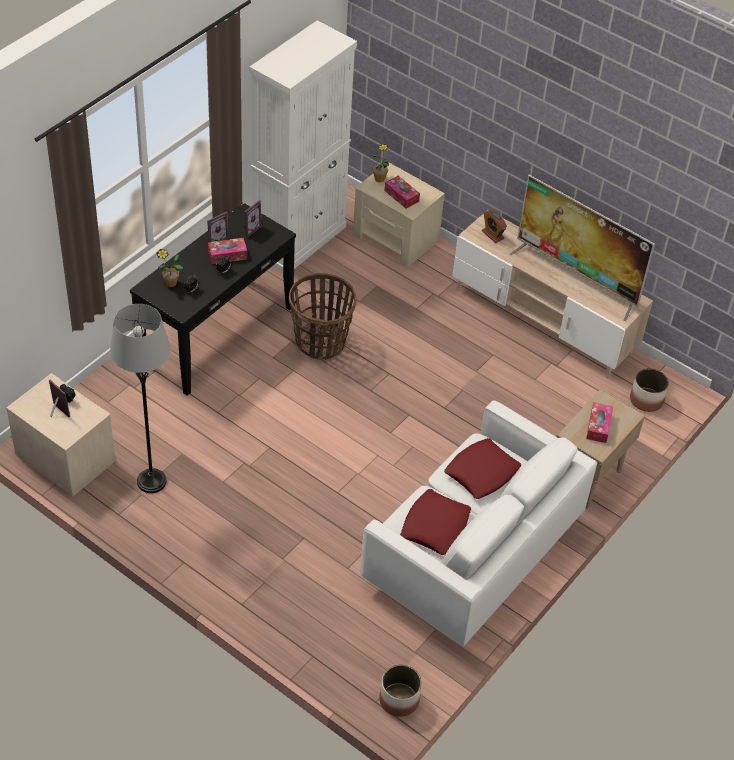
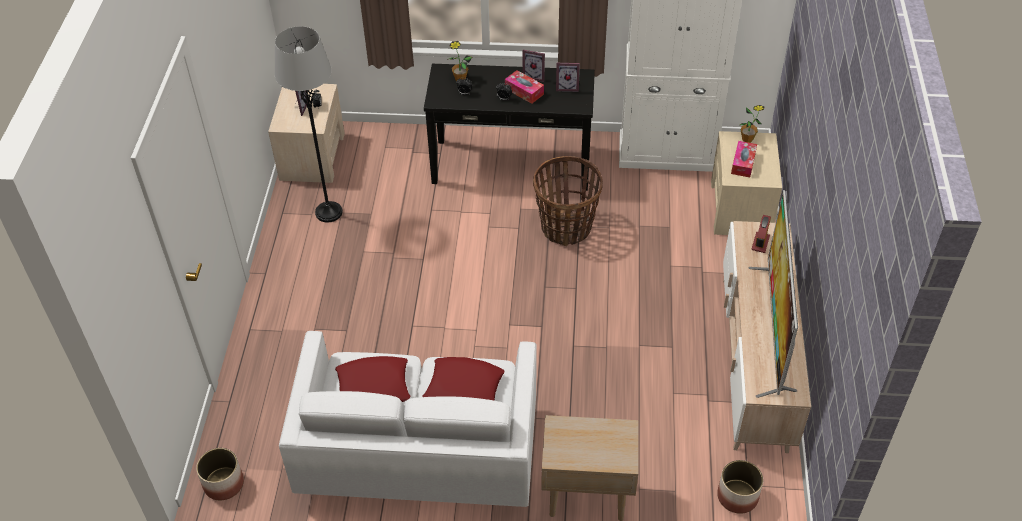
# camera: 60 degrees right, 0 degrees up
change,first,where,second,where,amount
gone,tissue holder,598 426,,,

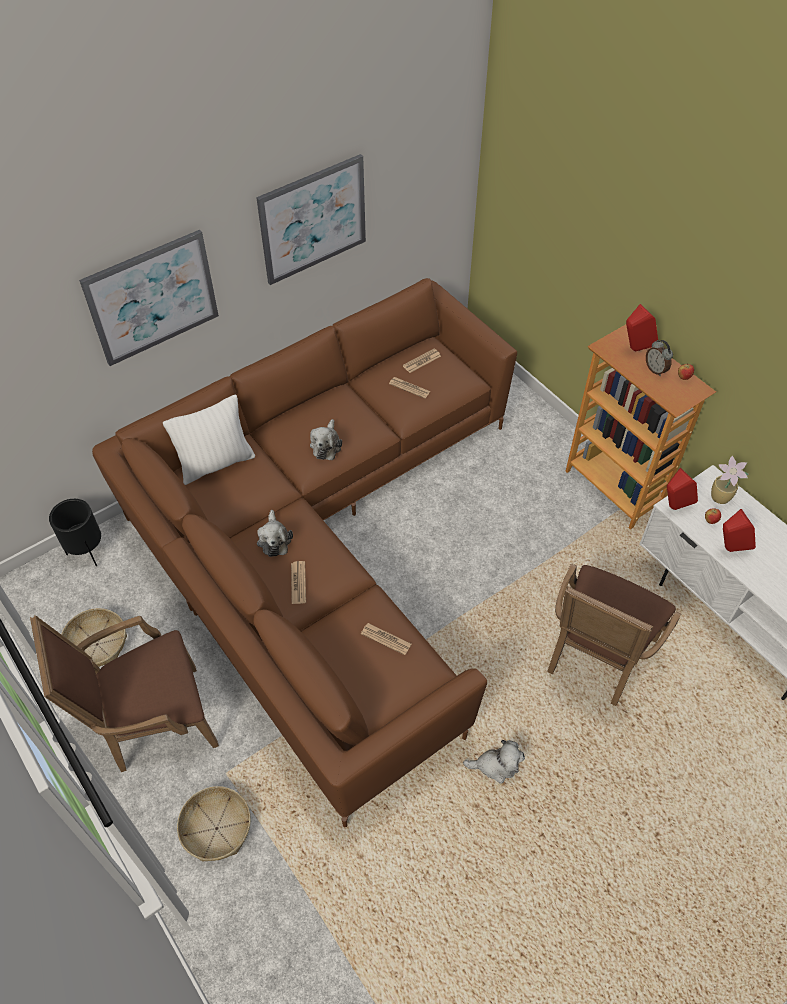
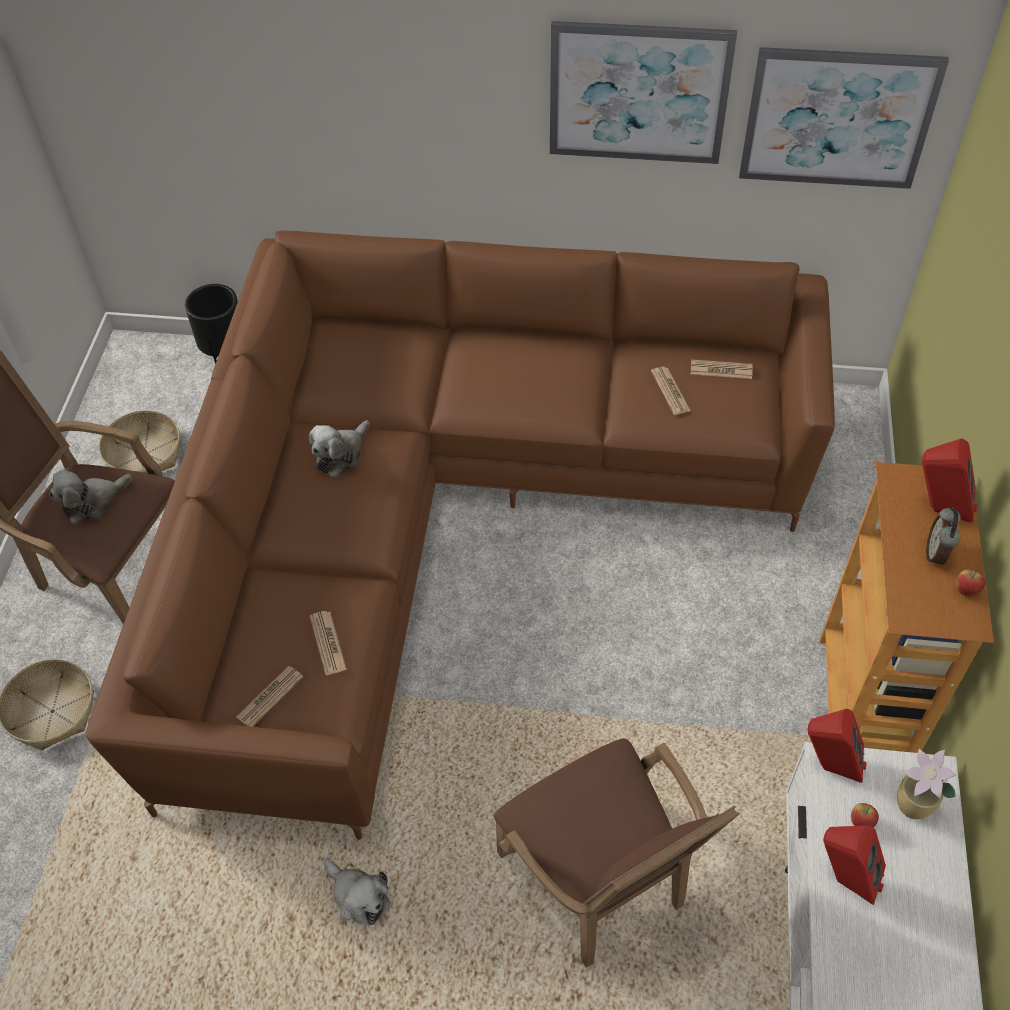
# camera: 45 degrees right, 0 degrees up
change,first,where,second,where,amount
shifted,cuddly toy,326 445,,92 502,
shifted,newspaper,298 583,,270 697,
rotated,lounge chair (brown),595 659,,601 886,105 degrees counterclockwise
shifted,wall picture,152 298,,837 118,
gone,pillow (whitish),216 463,,,

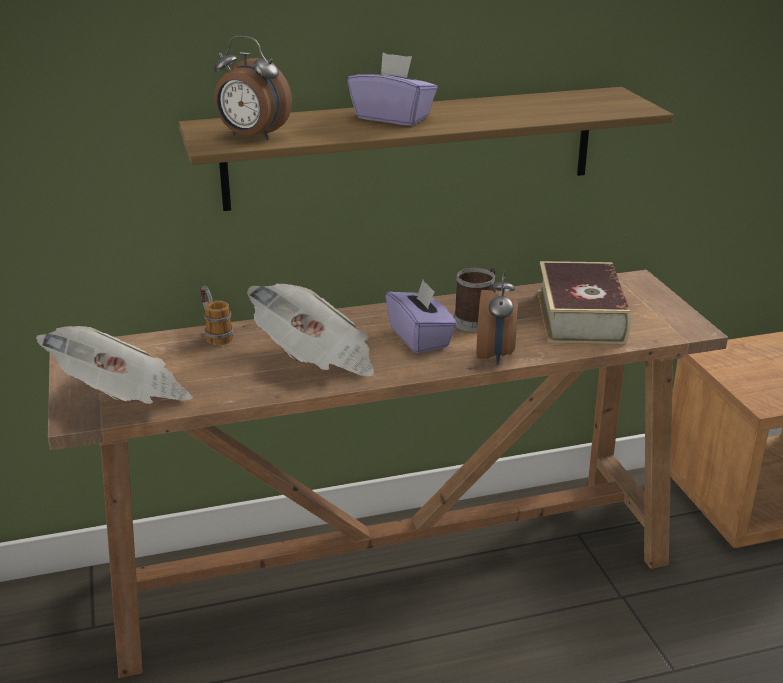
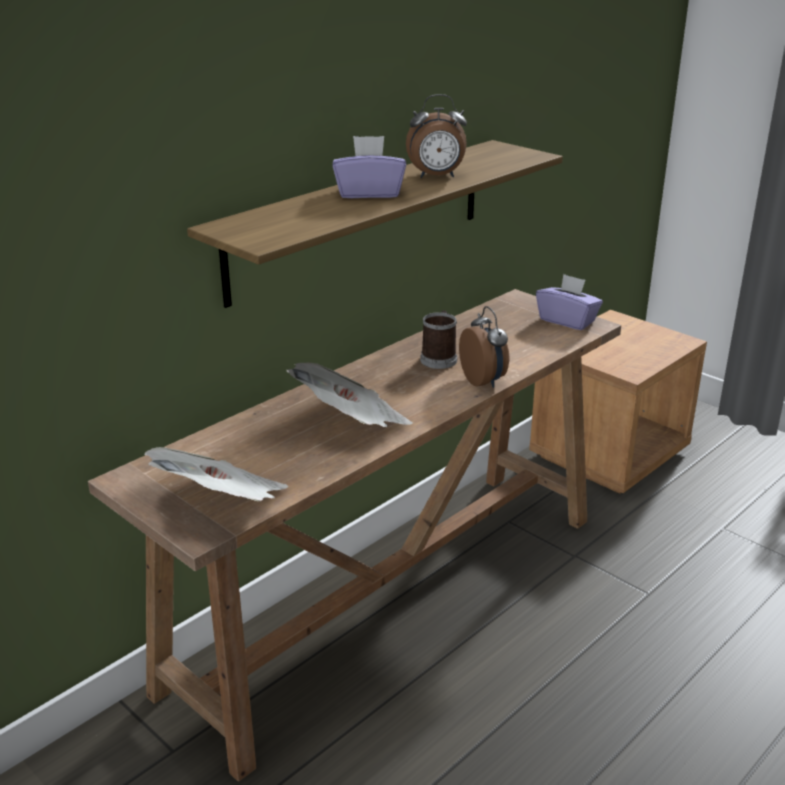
# camera: 30 degrees left, 0 degrees up
change,first,where,second,where,amount
shifted,table clock,252 137,,436 177,
shifted,tissue holder (purple),420 338,,567 320,
gone,coffee mug,215 334,,,
gone,book,580 316,,,

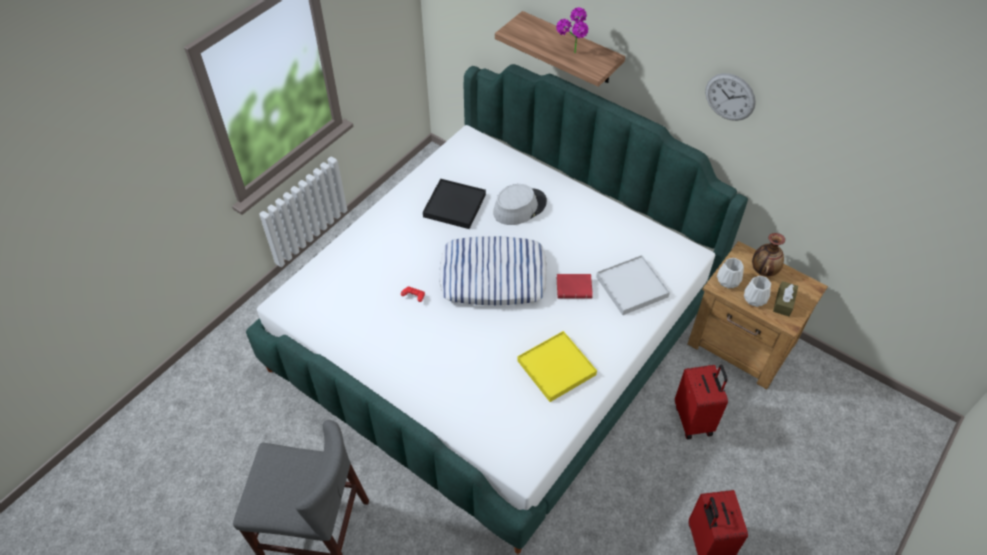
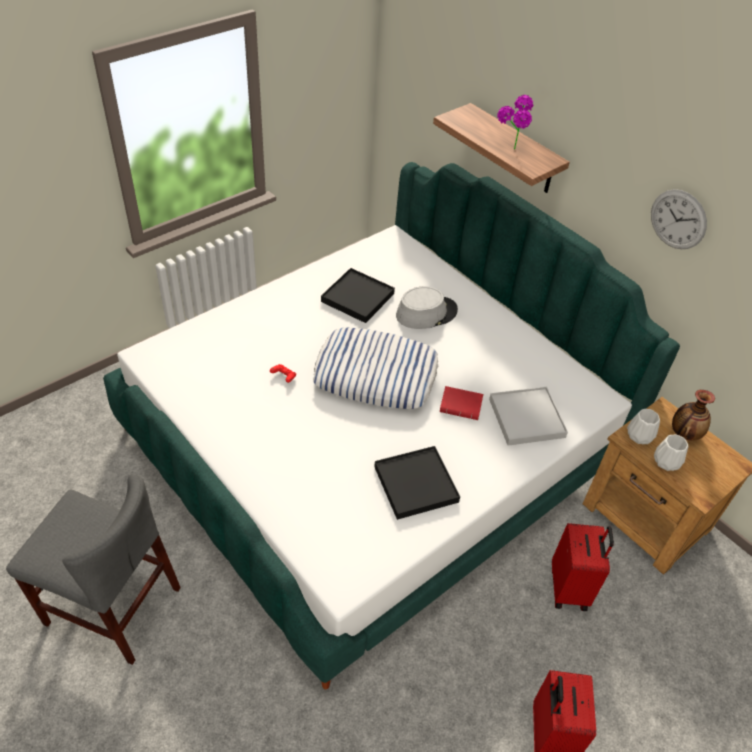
# camera: 10 degrees right, 5 degrees down
change,first,where,second,where,amount
repainted,serving tray (yellowish),556 367,serving tray (black),416 484,
gone,tissue holder (brown),783 302,,,

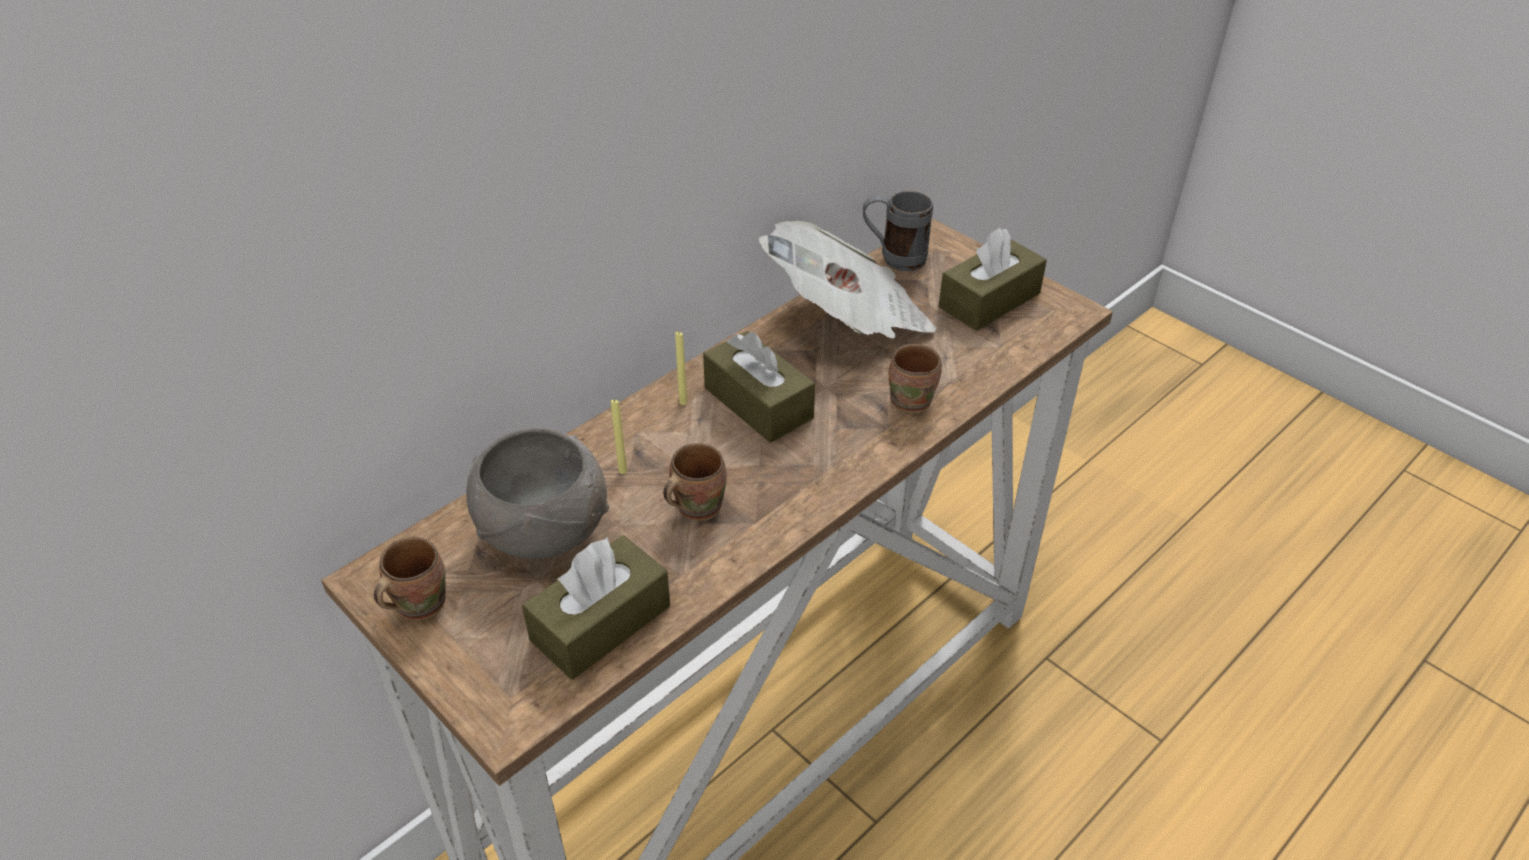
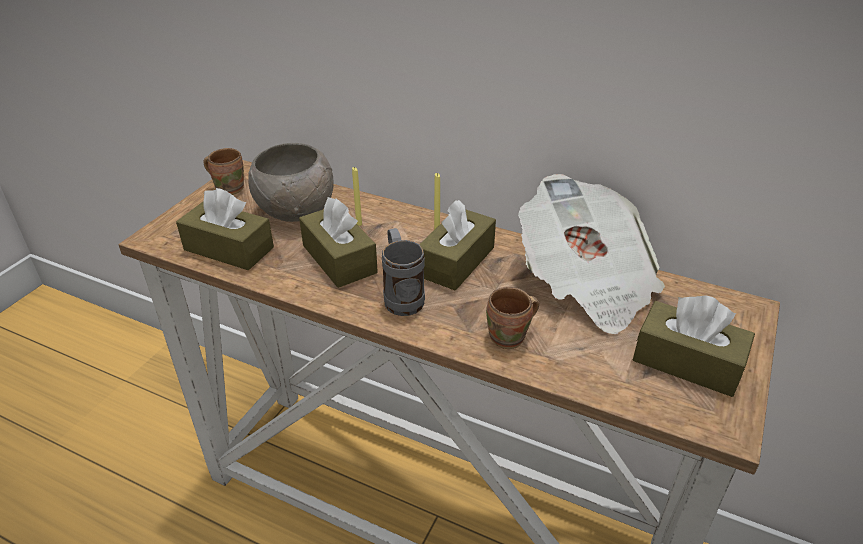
# camera: 70 degrees right, 5 degrees down
change,first,where,second,where,amount
swapped,coffee mug (brown),695 506,tissue holder (brown),339 259,
shifted,coffee mug (grey),893 258,,401 296,

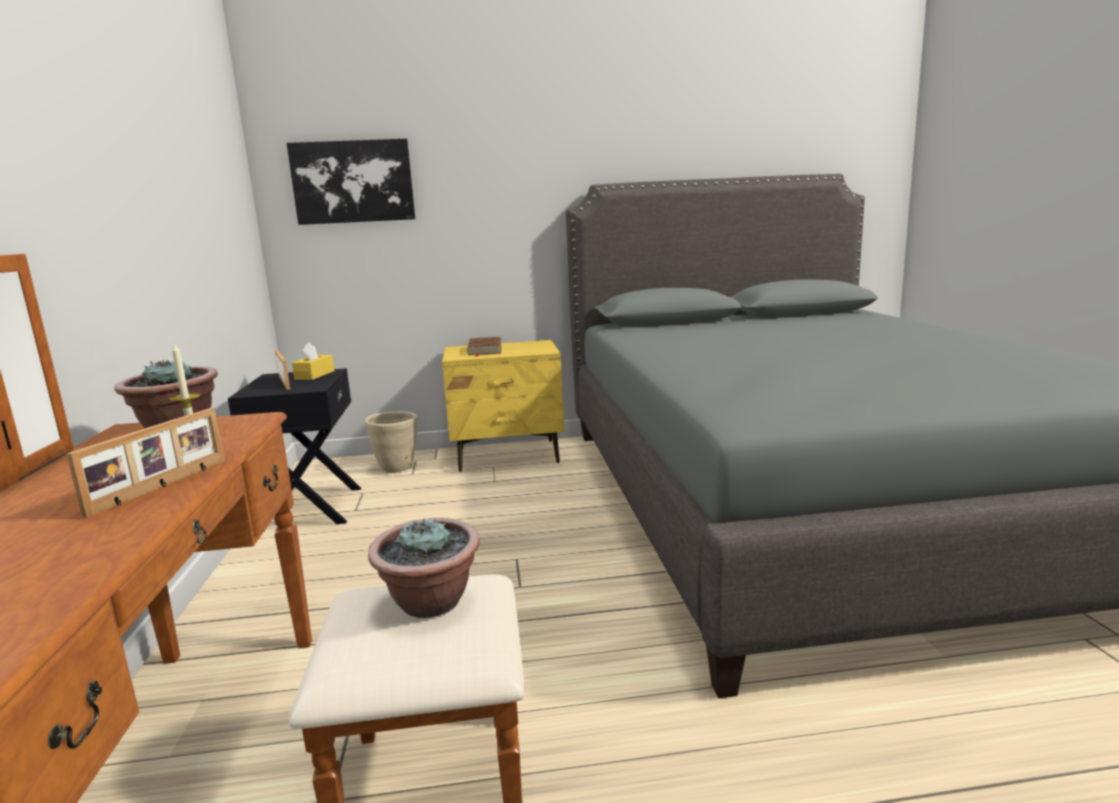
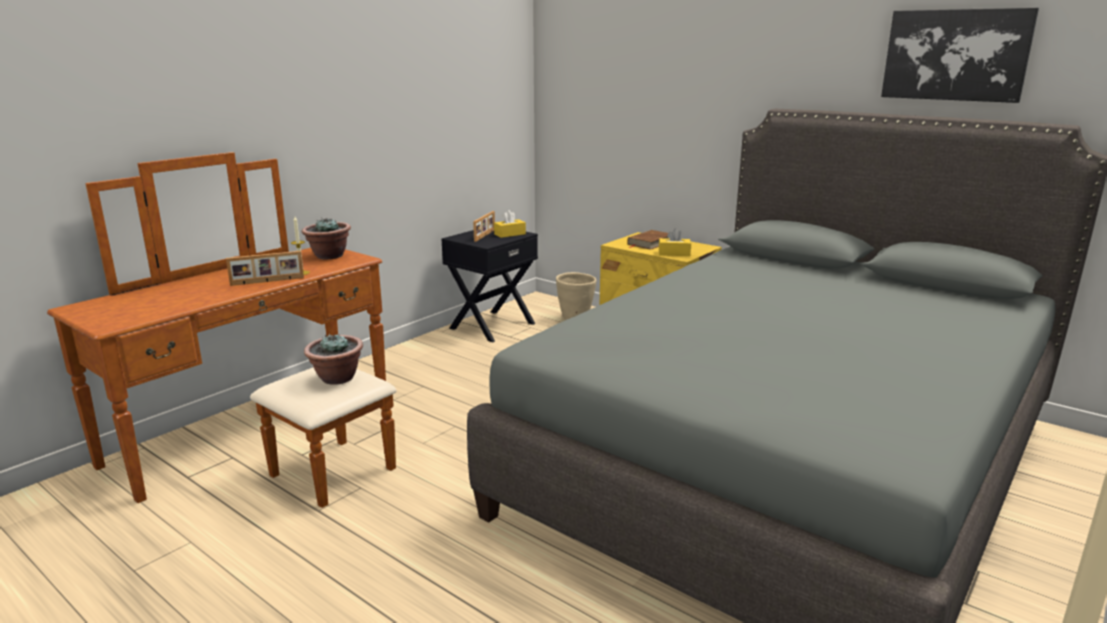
# camera: 45 degrees right, 5 degrees up
change,first,where,second,where,amount
new,,,tissue holder (yellowish),674 253,
shifted,wall picture,353 182,,955 55,

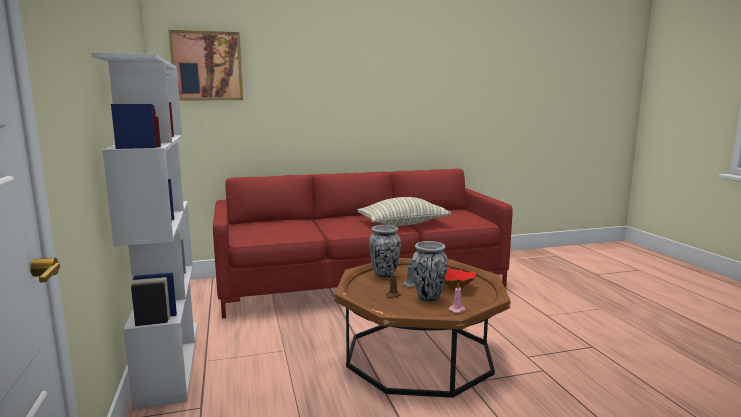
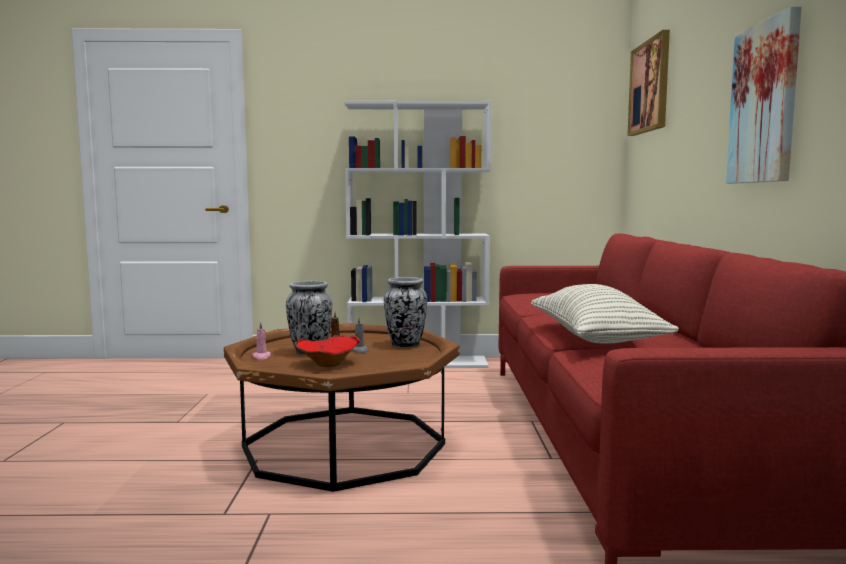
# camera: 105 degrees right, 5 degrees down
change,first,where,second,where,amount
new,,,wall picture,764 103,

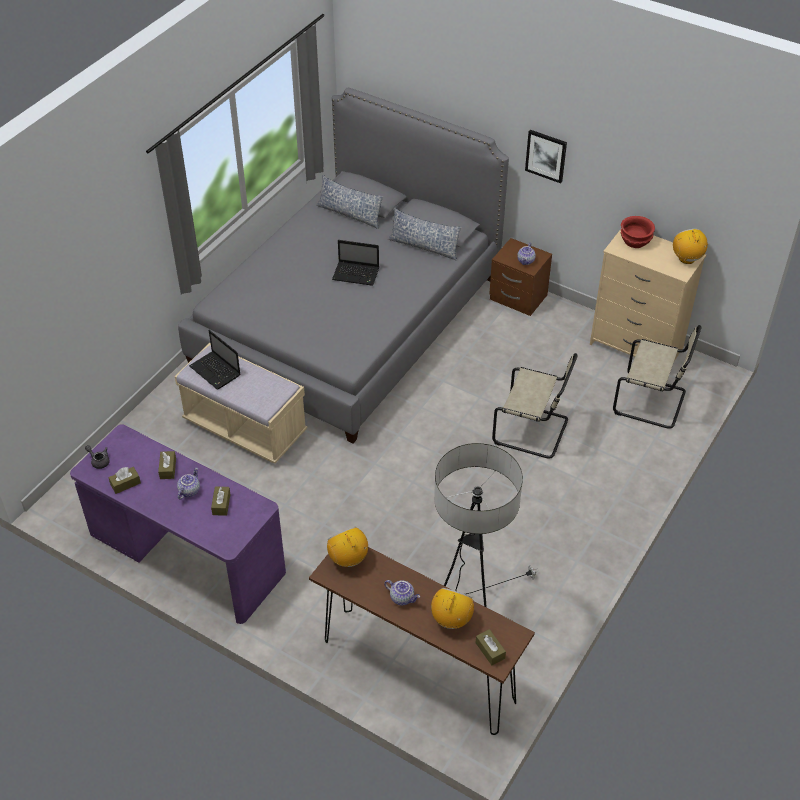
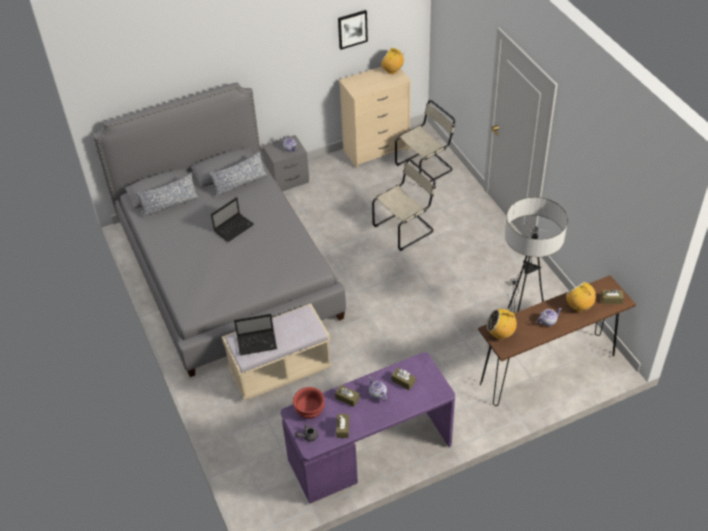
# camera: 55 degrees left, 0 degrees up
change,first,where,second,where,amount
repainted,nightstand (brown),517 298,nightstand (grey),288 180,
shifted,bowl (reddish),636 240,,310 409,
shifted,wall picture,546 155,,352 29,

